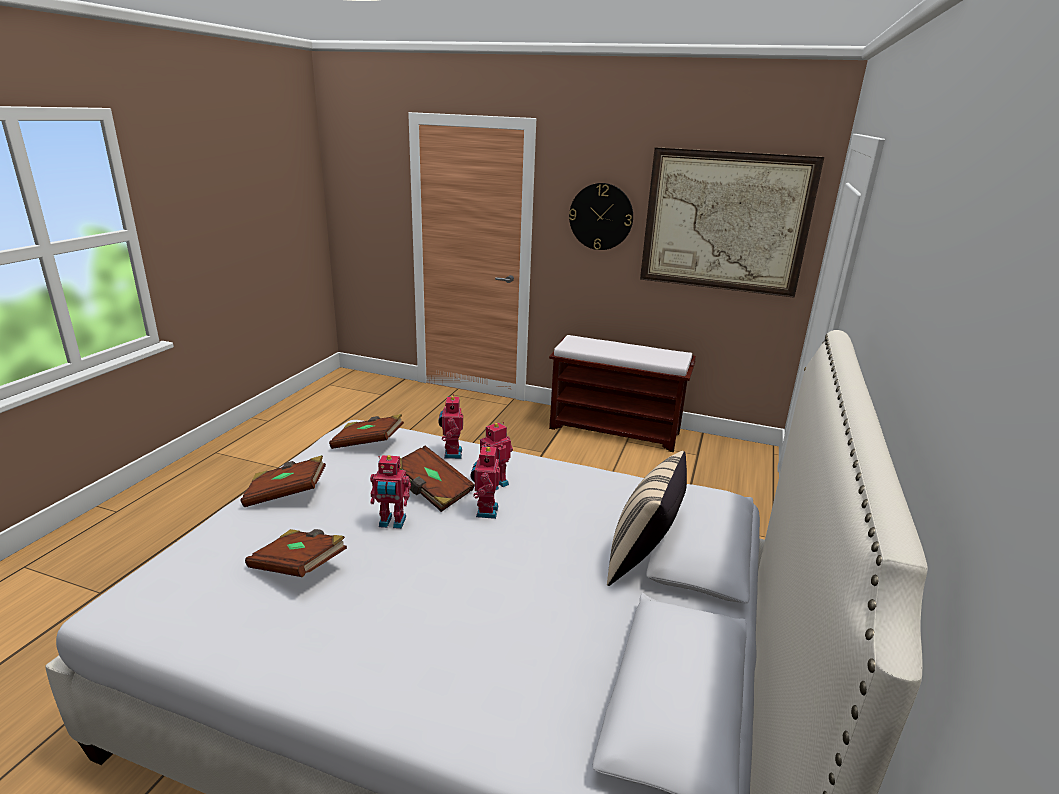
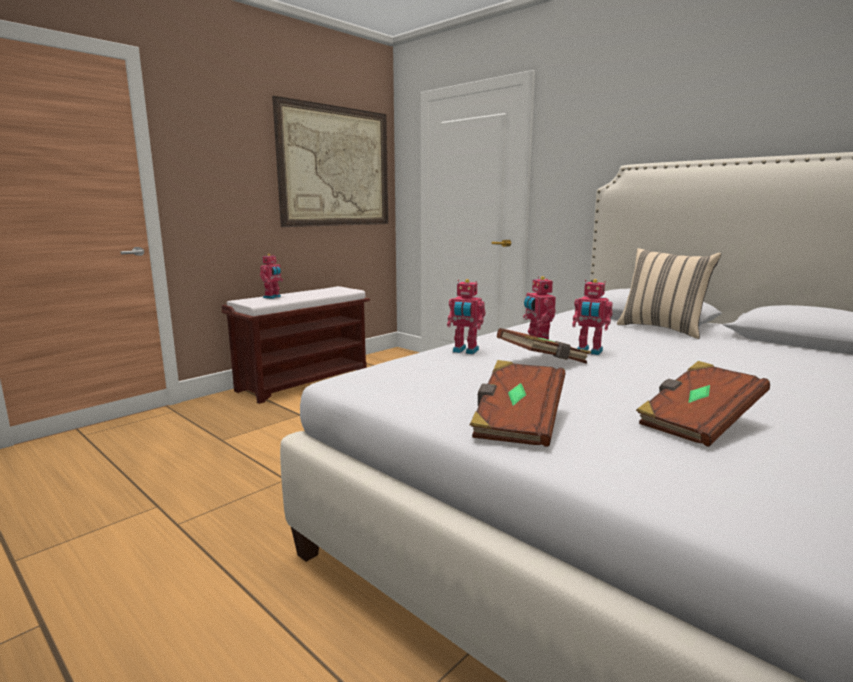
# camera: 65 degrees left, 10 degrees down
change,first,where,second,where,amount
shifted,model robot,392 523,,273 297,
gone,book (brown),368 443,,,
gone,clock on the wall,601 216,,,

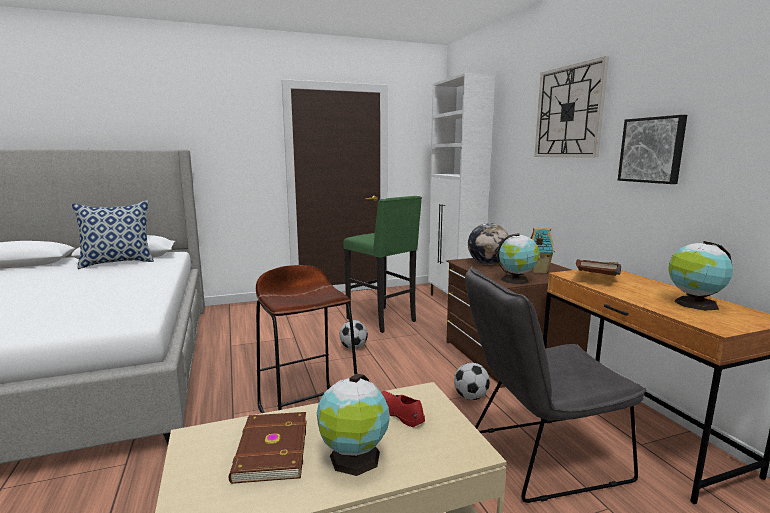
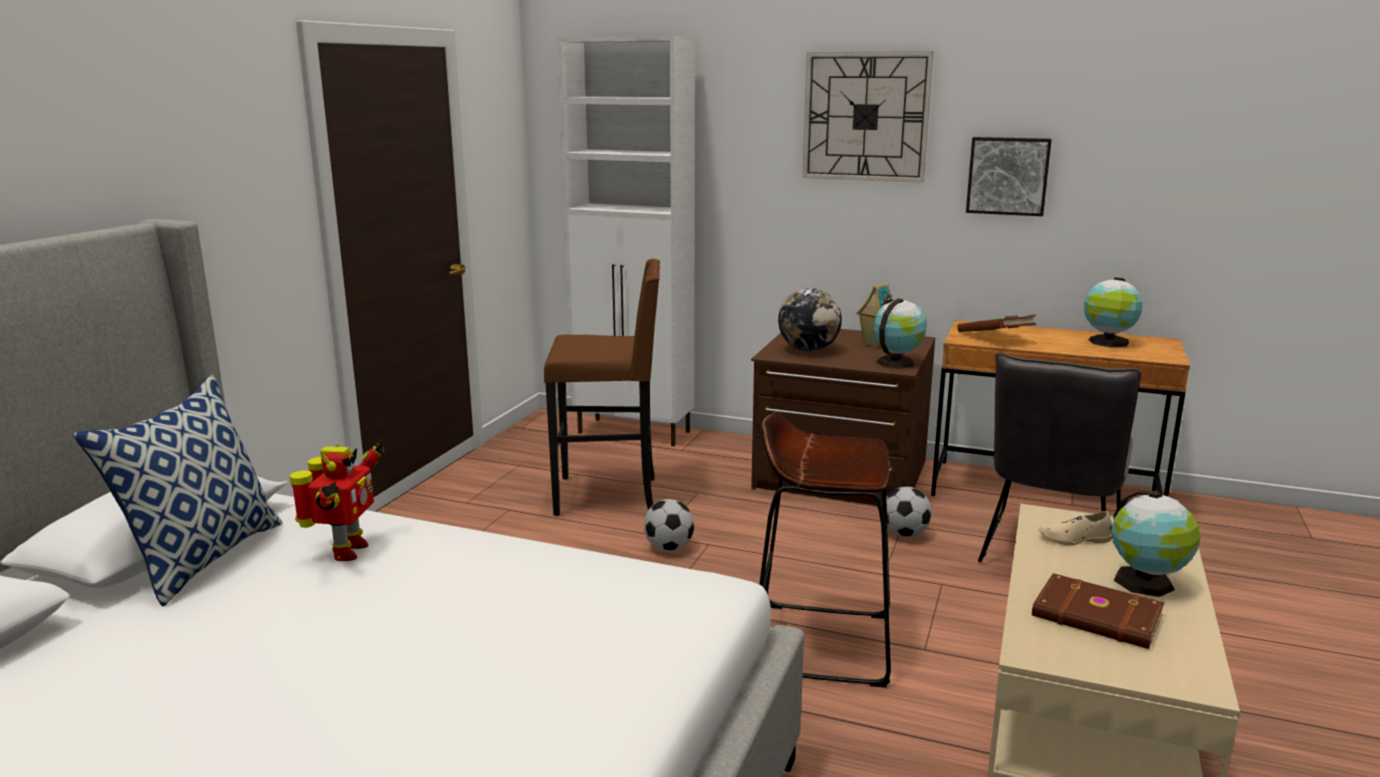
# camera: 50 degrees left, 5 degrees up
change,first,where,second,where,amount
new,,,model robot,346 552,
repainted,stool seat (greenish),383 320,stool seat (brown),609 495,
repainted,low shoe (reddish),399 413,low shoe (sand-coloured),1074 539,

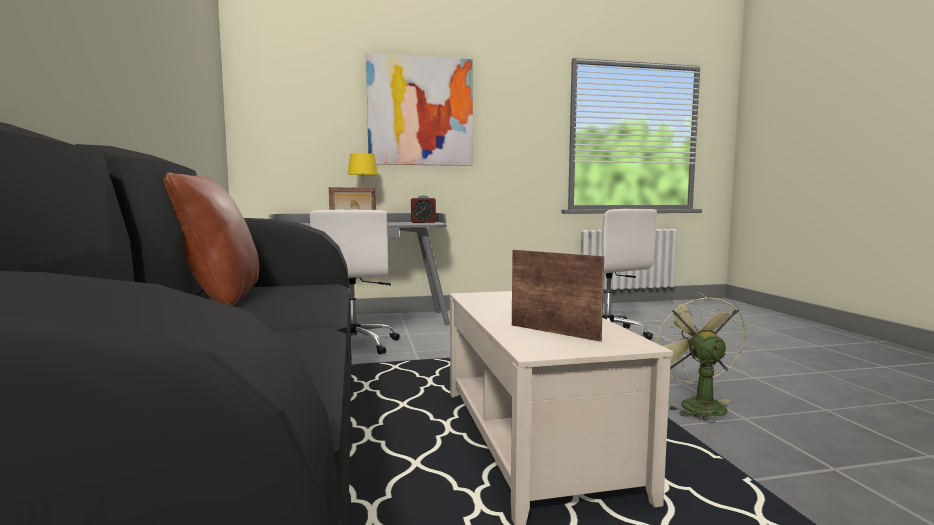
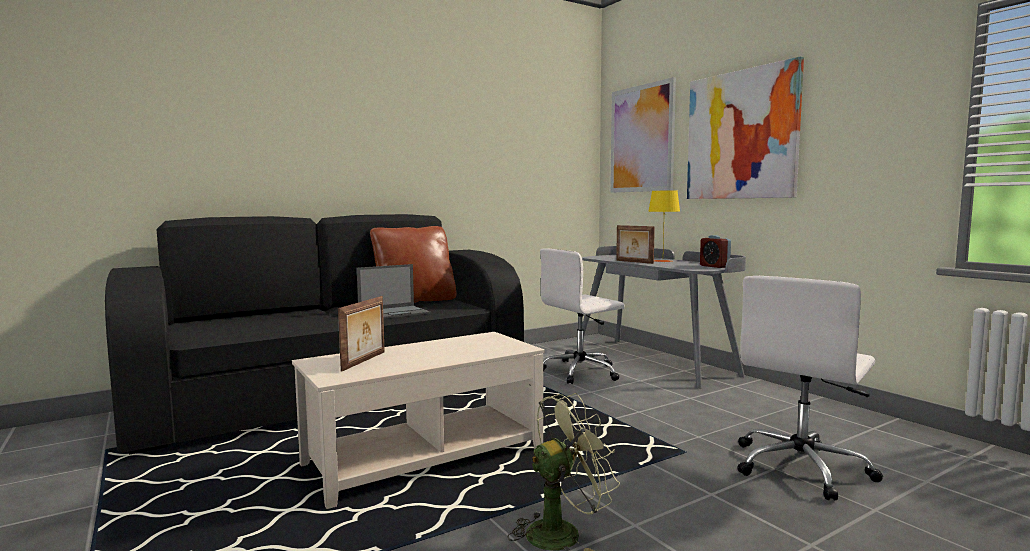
# camera: 70 degrees right, 0 degrees up
change,first,where,second,where,amount
new,,,notebook computer,394 313,
new,,,wall picture,642 139,

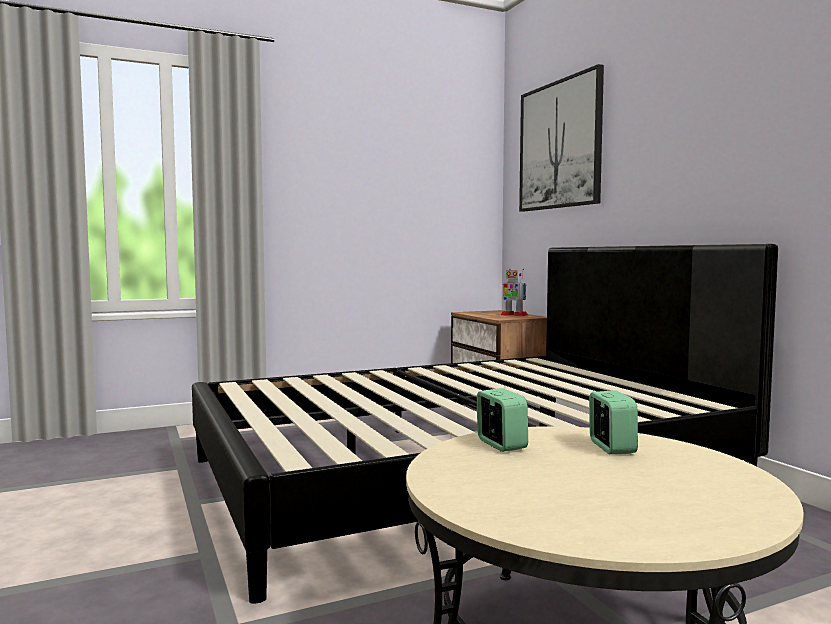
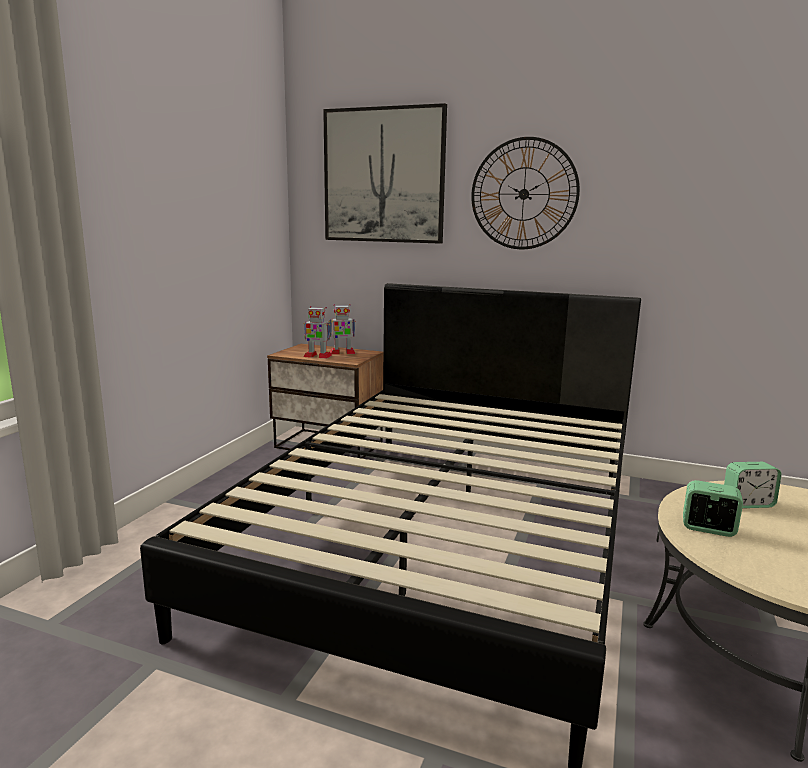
# camera: 45 degrees left, 10 degrees up
change,first,where,second,where,amount
new,,,model robot,317 356,
new,,,clock on the wall,524 194,
rotated,table clock,611 447,,748 503,135 degrees clockwise

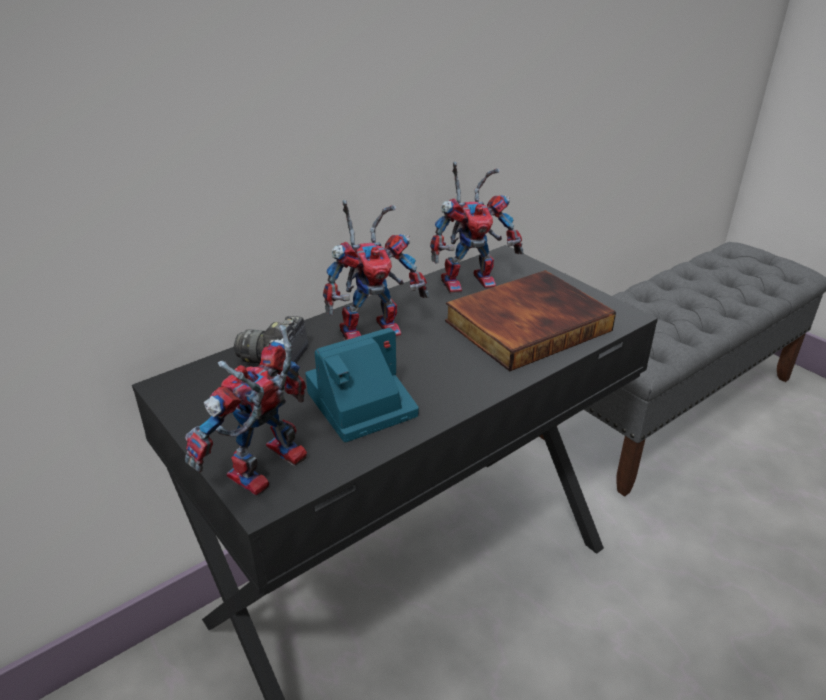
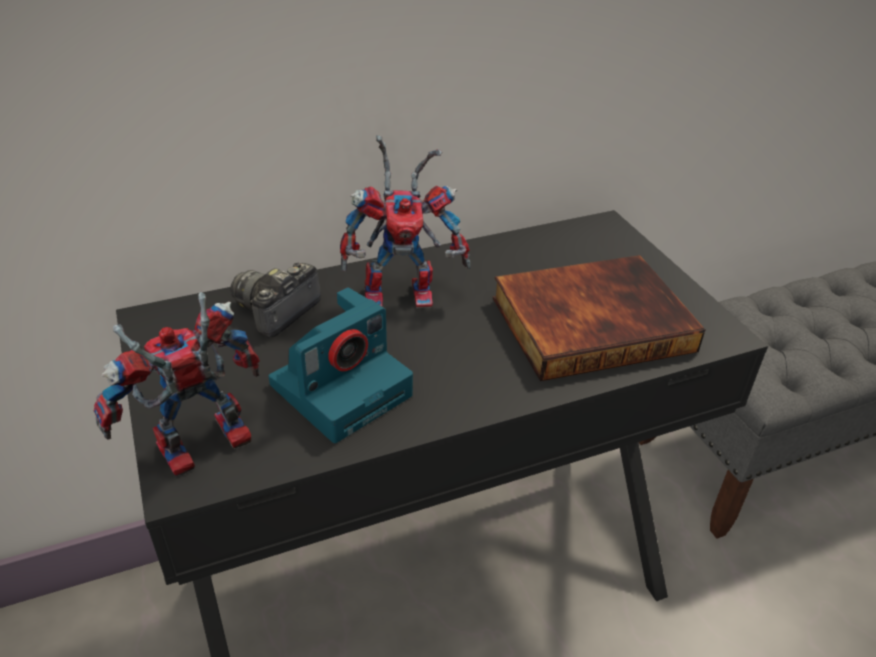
# camera: 15 degrees right, 5 degrees up
change,first,where,second,where,amount
rotated,still camera,360 405,,342 388,150 degrees clockwise
gone,model robot,471 281,,,

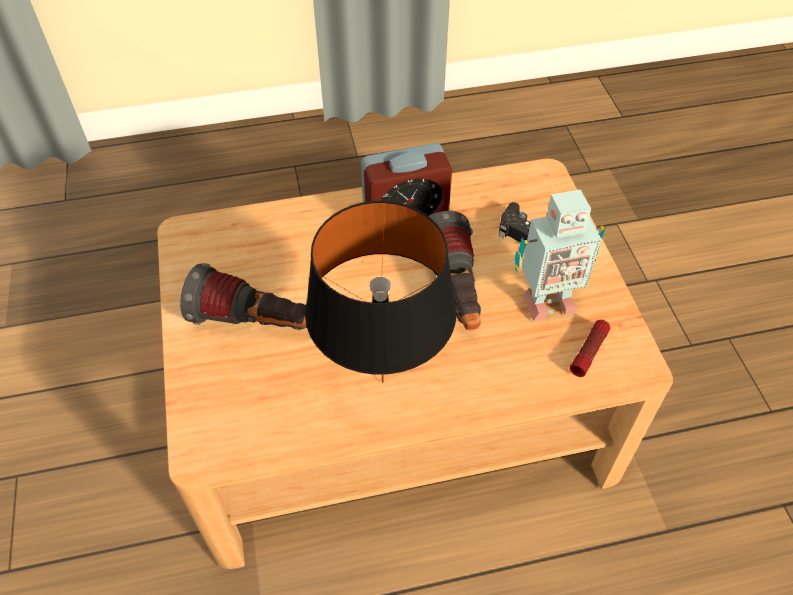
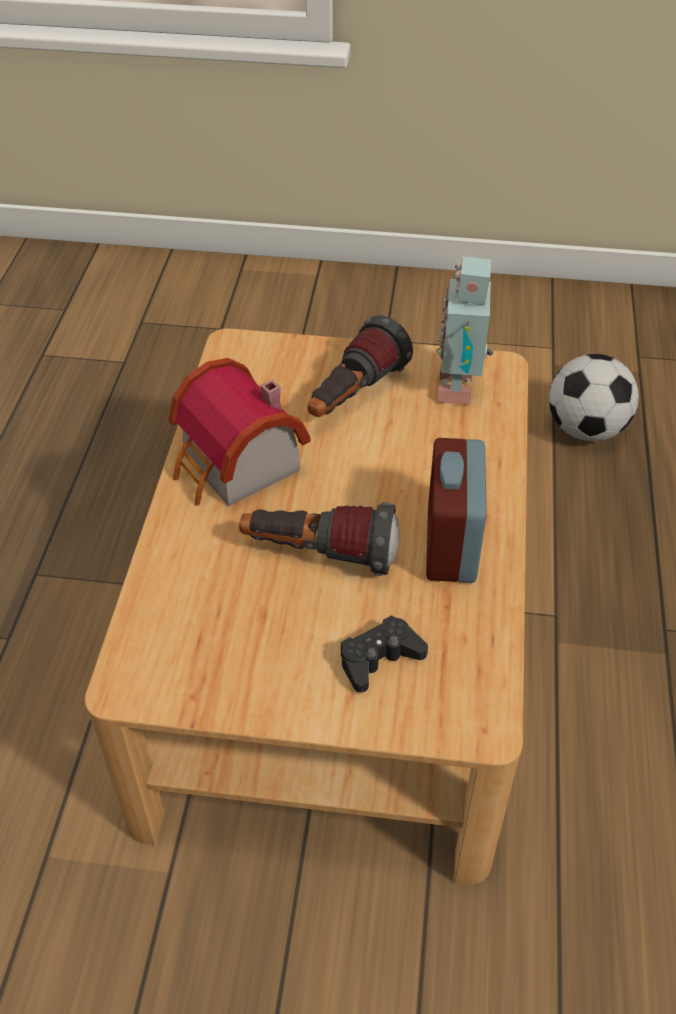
# camera: 110 degrees right, 5 degrees down
change,first,where,second,where,amount
swapped,table lamp (black),384 381,model house,237 468,
shifted,model robot,546 301,,459 387,
new,,,ball for football,586 429,
gone,torch,588 352,,,

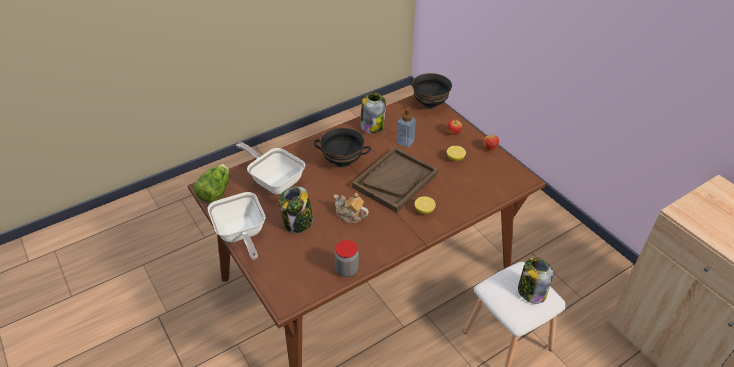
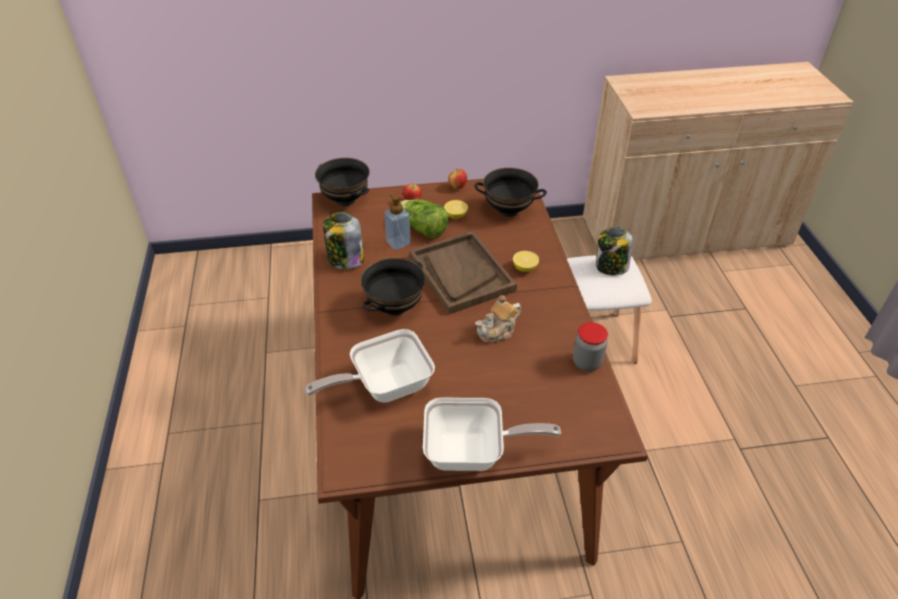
# camera: 65 degrees left, 0 degrees up
change,first,where,second,where,amount
shifted,lettuce,215 191,,423 229,
new,,,bowl (black),509 210,
gone,preserve jar,298 222,,,

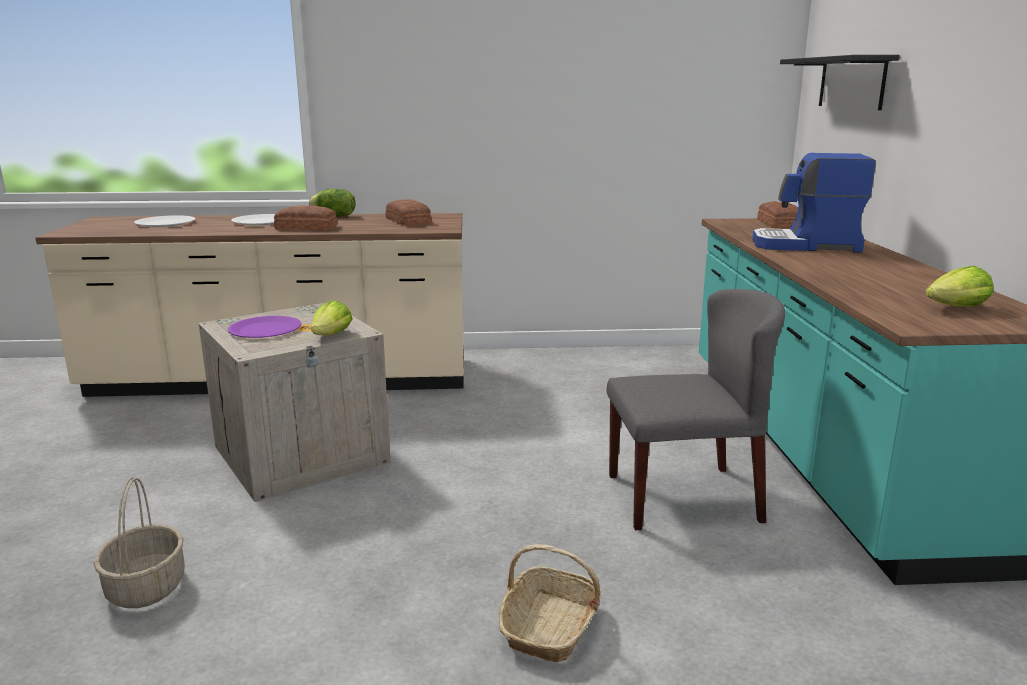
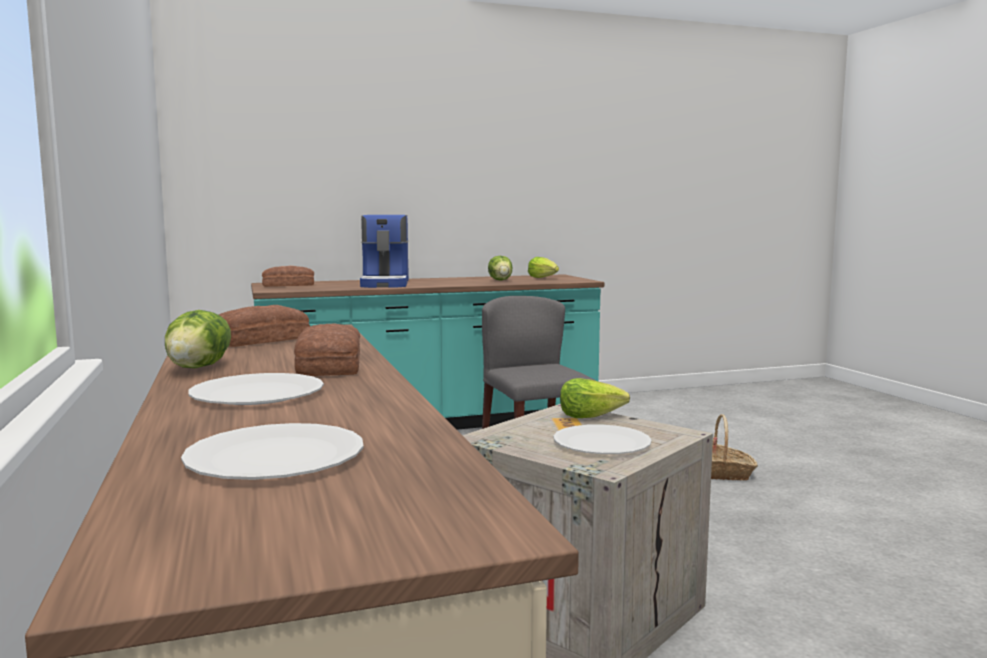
# camera: 105 degrees left, 10 degrees down
change,first,where,second,where,amount
new,,,lettuce,501 280,
repainted,plate (purple),265 329,plate (whitish),601 443,
gone,storage basket,145 587,,,
gone,shelf (black),851 82,,,

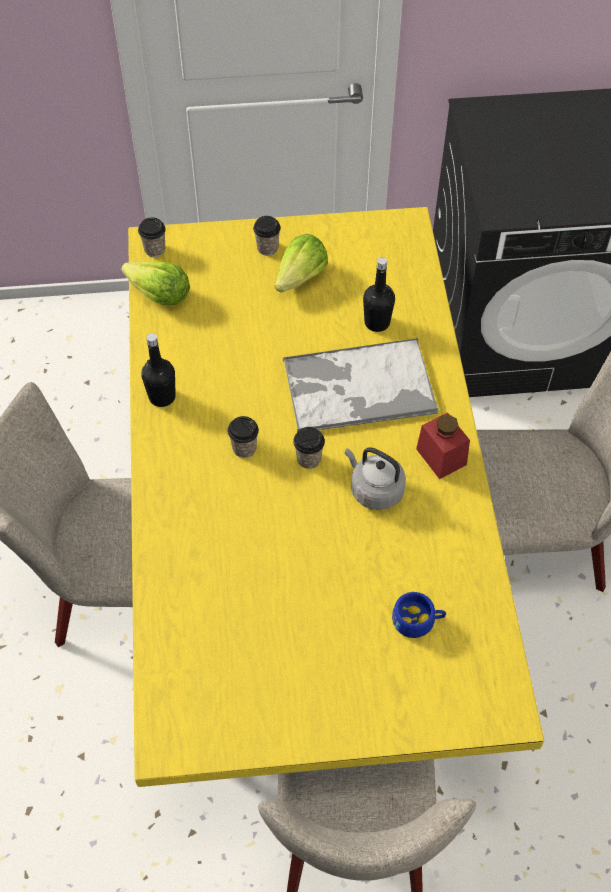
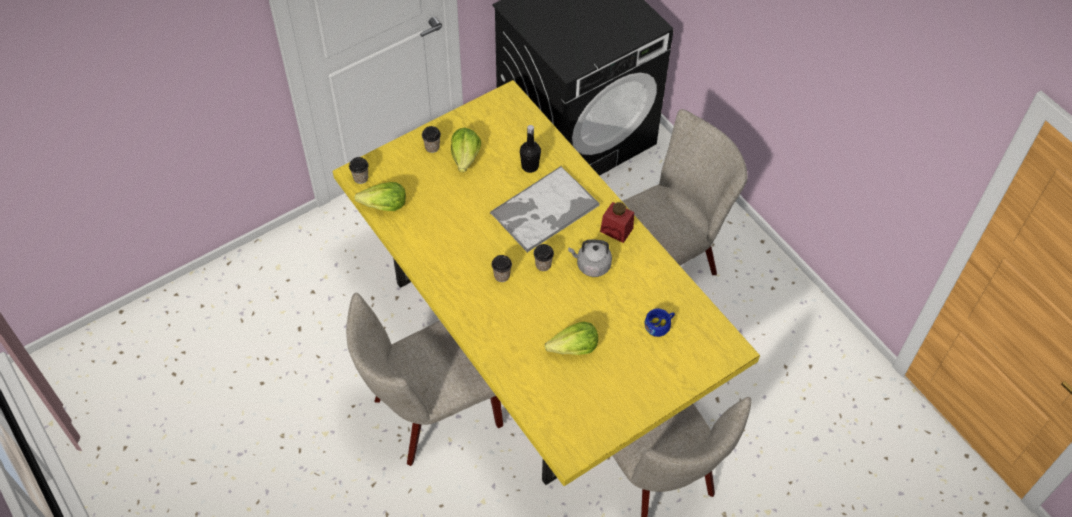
# camera: 30 degrees left, 0 degrees up
change,first,where,second,where,amount
new,,,lettuce,574 348,
gone,bottle (black),162 397,,,

